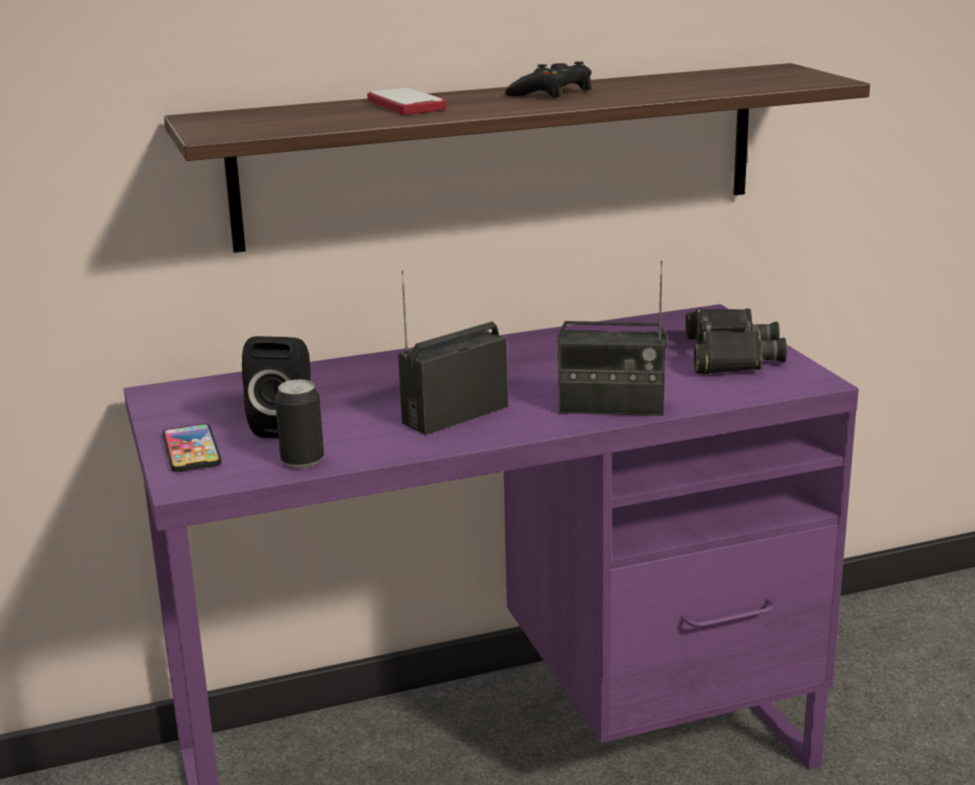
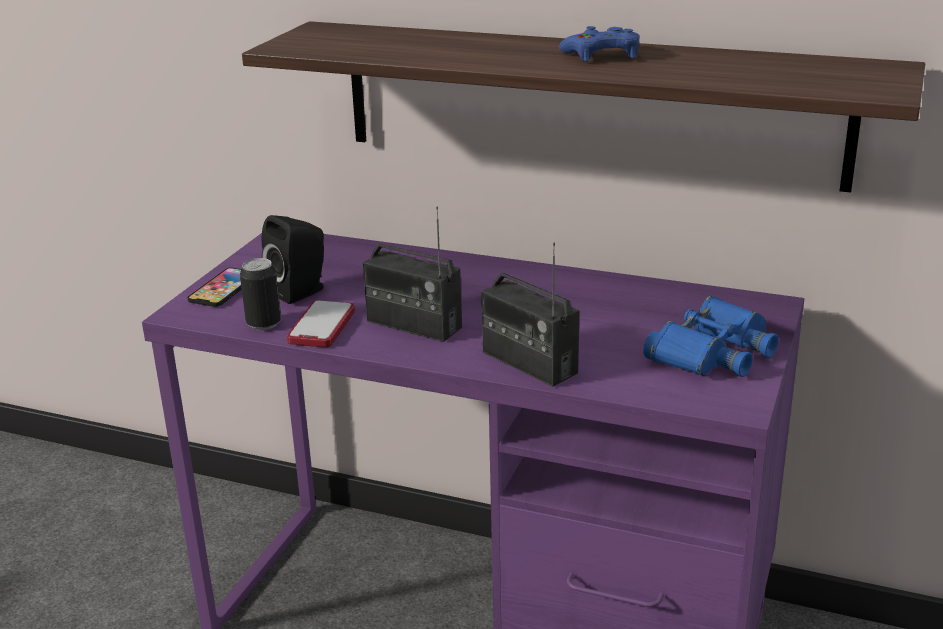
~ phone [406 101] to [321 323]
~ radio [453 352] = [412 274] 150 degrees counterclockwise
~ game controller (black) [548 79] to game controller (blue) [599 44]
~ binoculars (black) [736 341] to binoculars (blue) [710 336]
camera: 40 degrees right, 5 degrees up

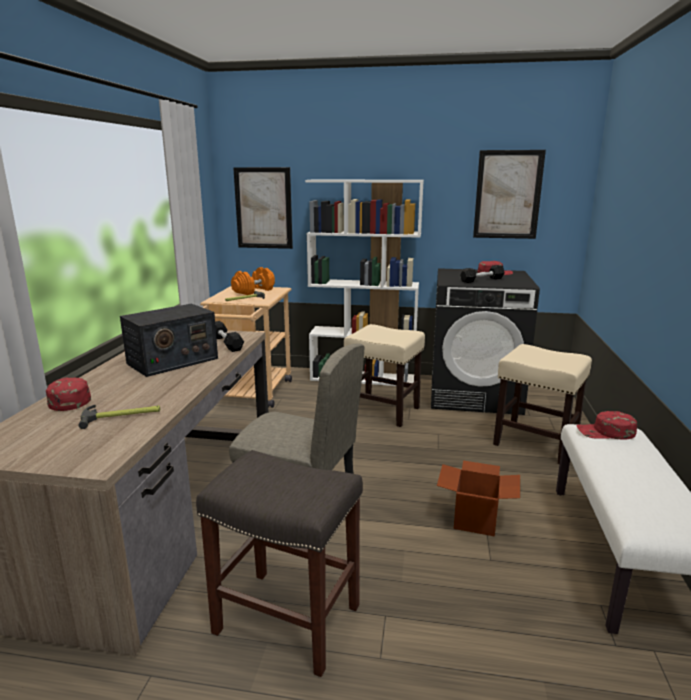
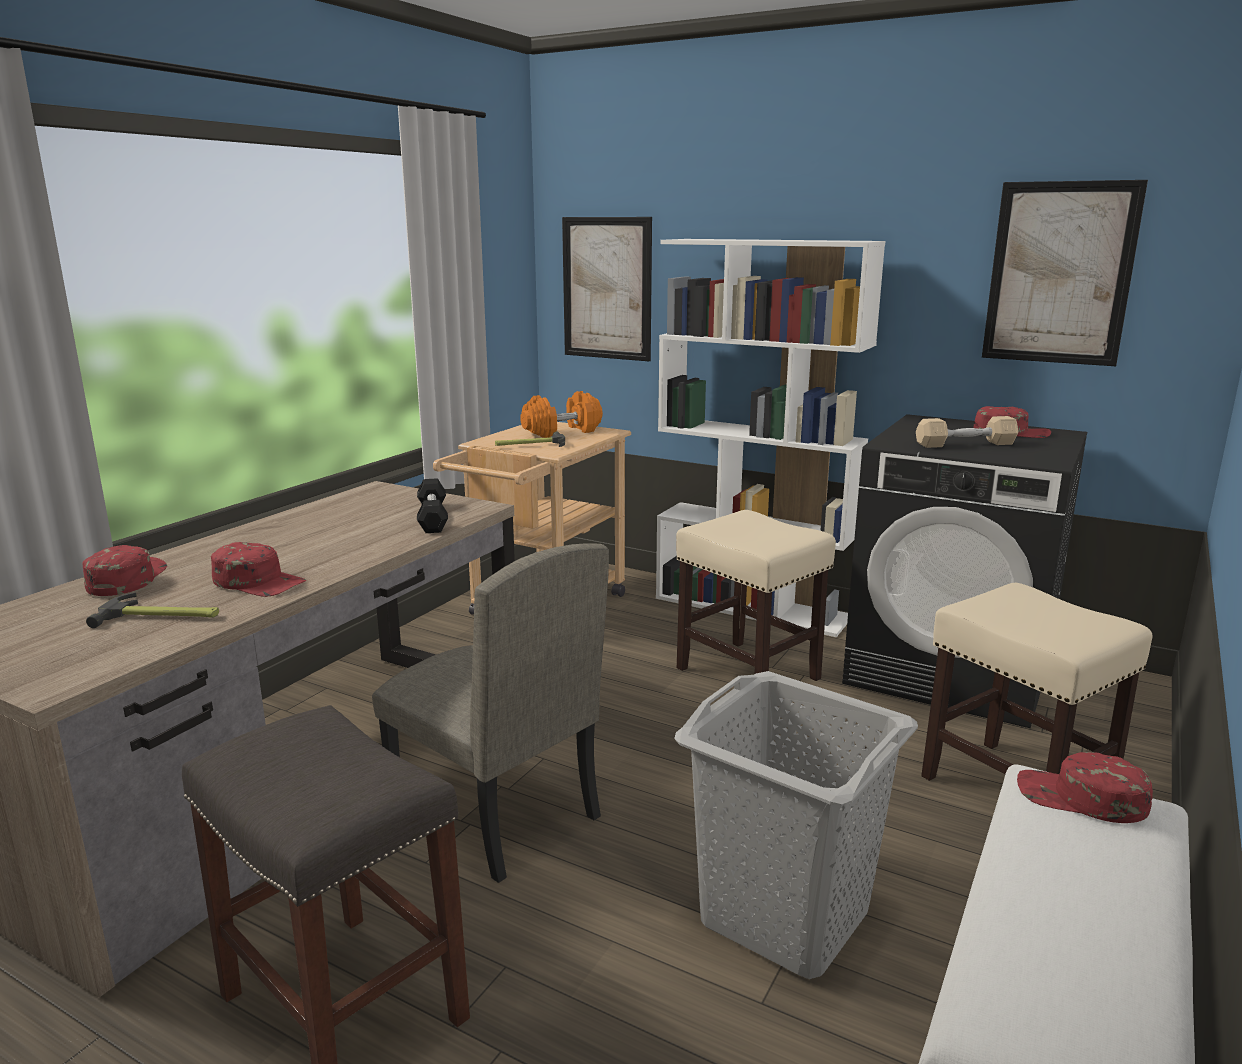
- radio [169 340]
~ cardboard box [478 499] to laundry basket (grey) [796 825]
~ dumbbell (black) [482 274] to dumbbell (beige) [967 432]
+ cap (red) [258 569]
camera: 20 degrees right, 0 degrees up

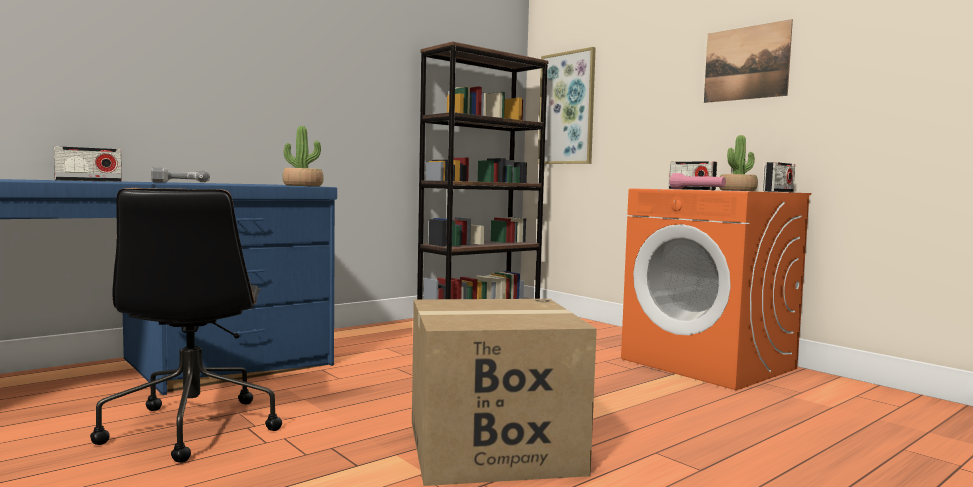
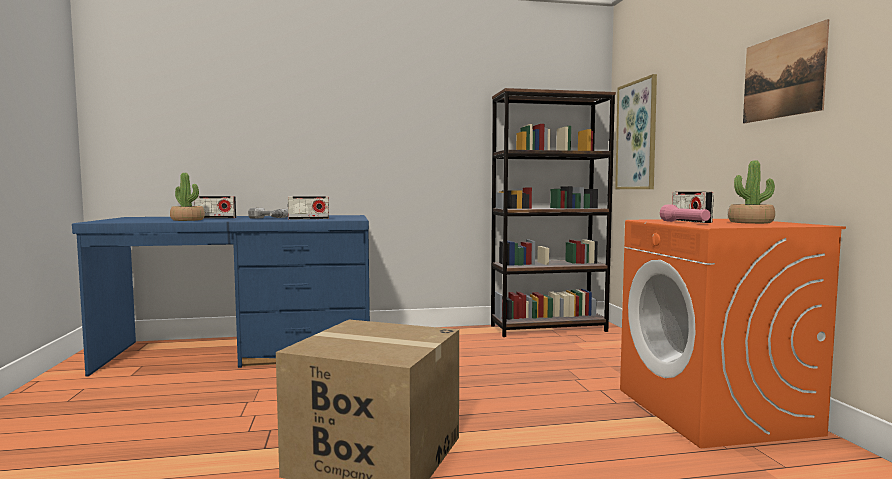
- office chair (black) [186 325]
~ potted plant [303 156] to [187 197]
~ radio [779 177] to [308 208]
camera: 30 degrees right, 0 degrees up

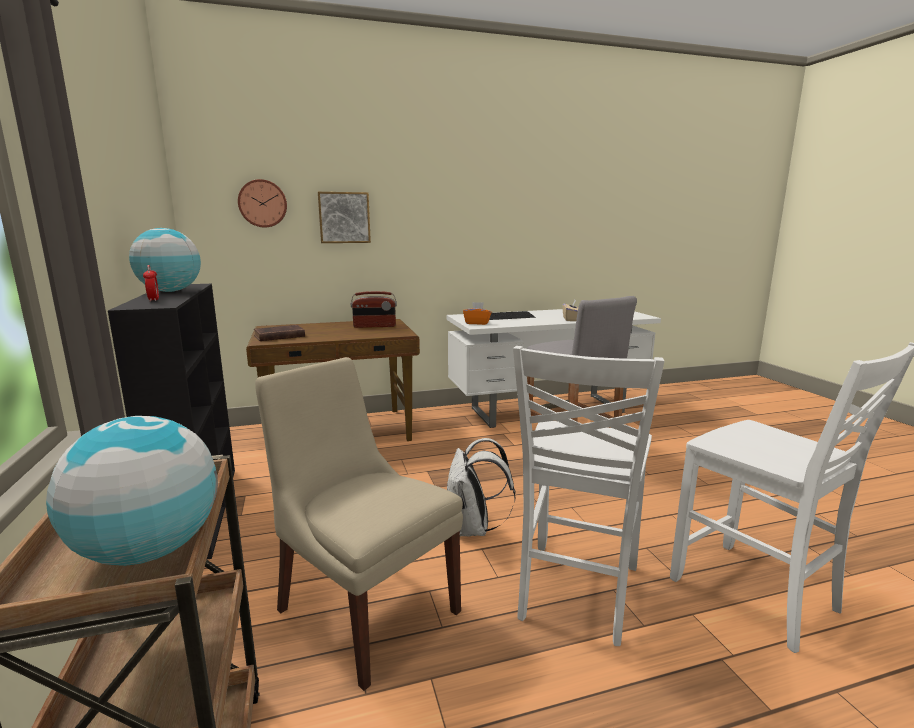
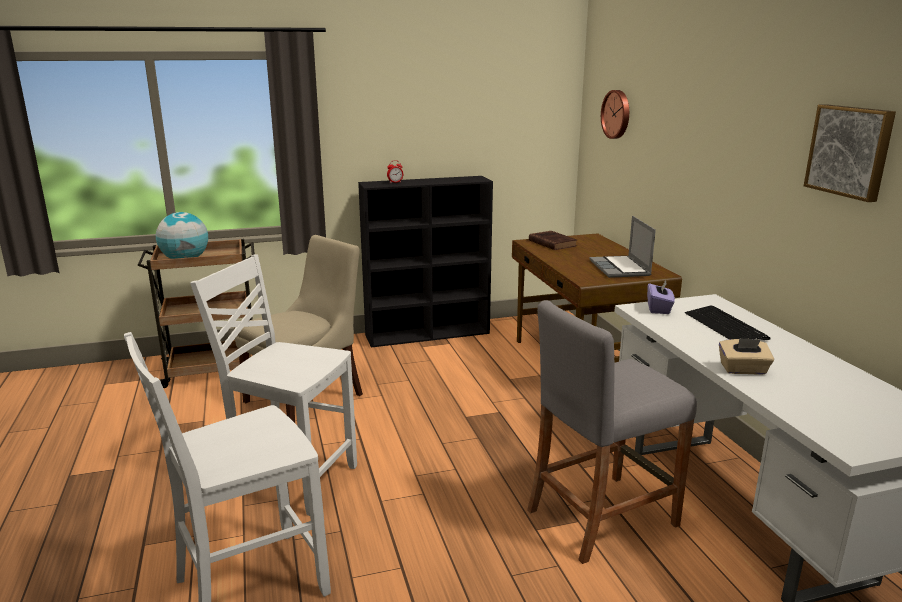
- globe [165 260]
~ picture [344 217] to [850 153]
~ radio [374 309] to laptop [622 247]
- backpack (white) [481 487]
~ tissue box (orange) [477 313] to tissue box (purple) [661 297]
camera: 90 degrees right, 5 degrees up

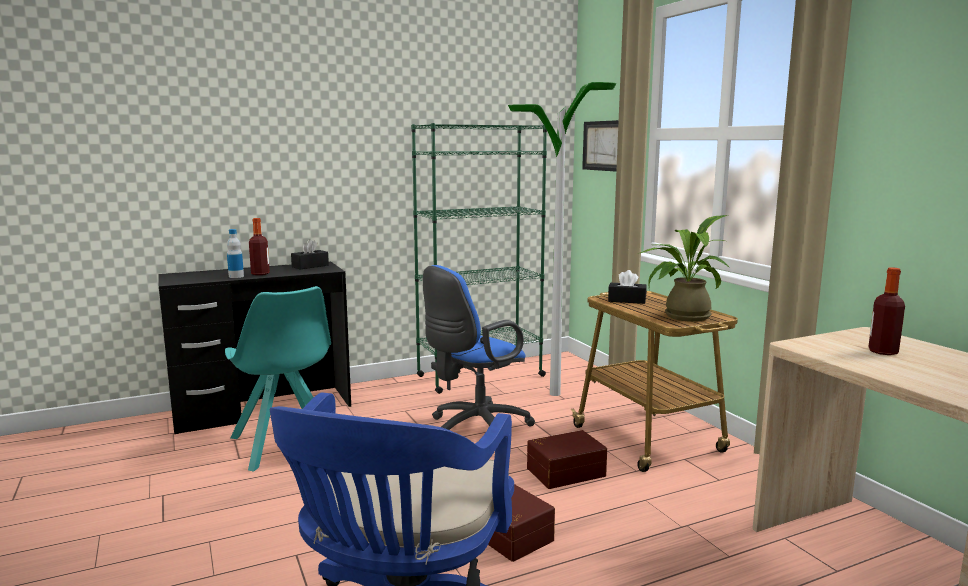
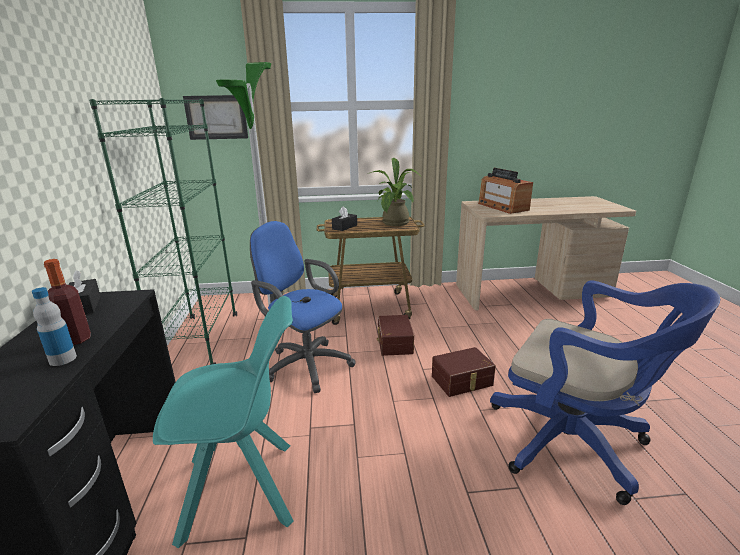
~ office chair (blue) [479 347] = [302 307] 150 degrees clockwise
~ bottle [886 311] to radio [505 191]
camera: 70 degrees left, 10 degrees up

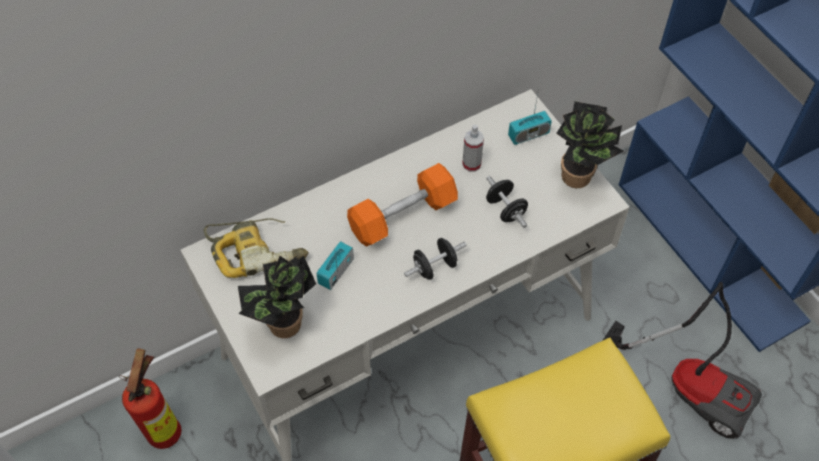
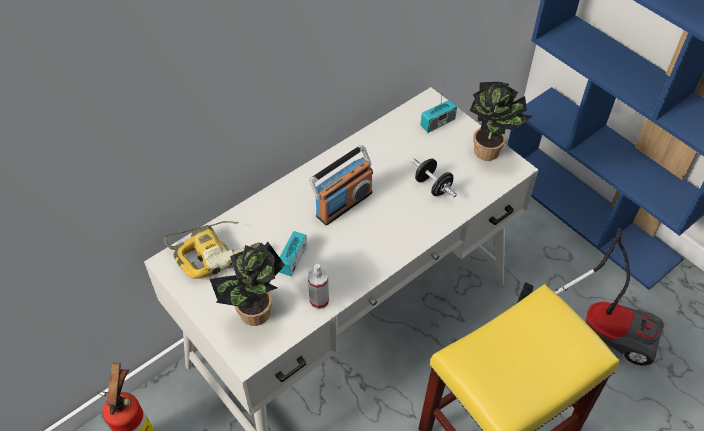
~ dumbbell (orange) [402 205] to radio [341 185]
- dumbbell (black) [435 259]
~ spray bottle [473 148] to [318 286]
camera: 10 degrees left, 5 degrees down

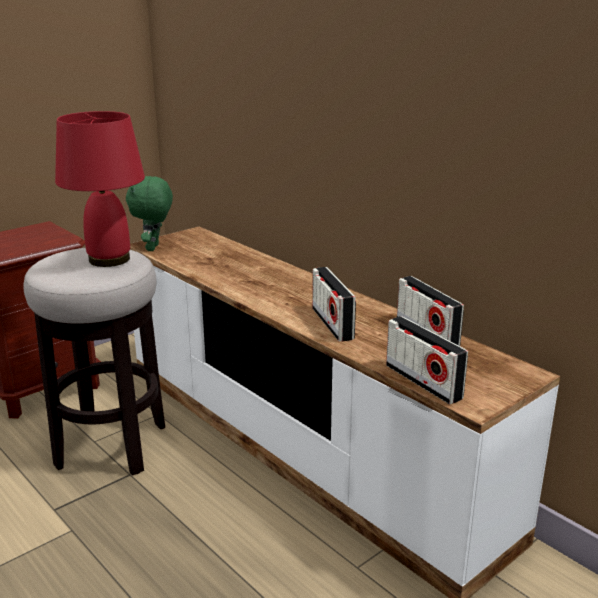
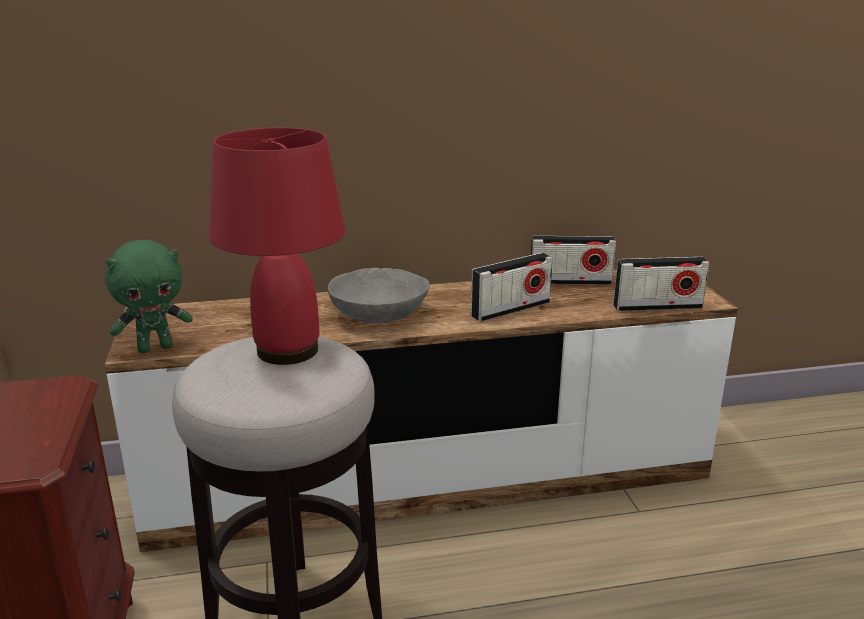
~ plush toy (green) [149 213] = [149 296] 60 degrees counterclockwise
~ radio [334 304] = [512 287] 45 degrees counterclockwise
+ bowl (grey) [379 295]
camera: 60 degrees left, 0 degrees up

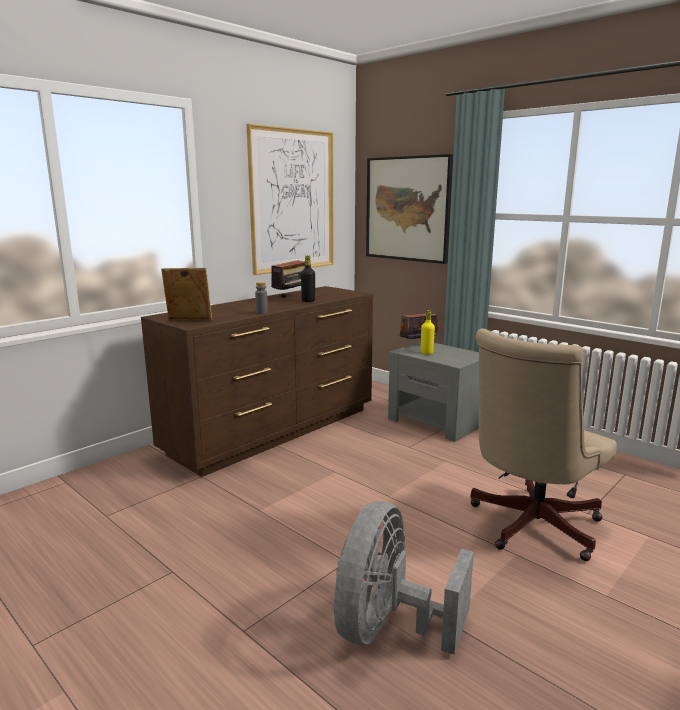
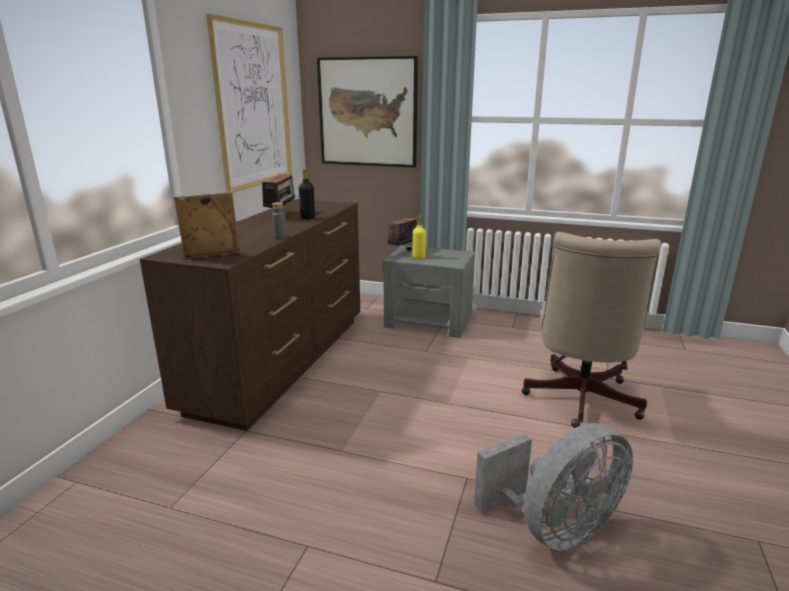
~ fan (grey) [404 578] = [553 487] 120 degrees counterclockwise
camera: 25 degrees left, 5 degrees up

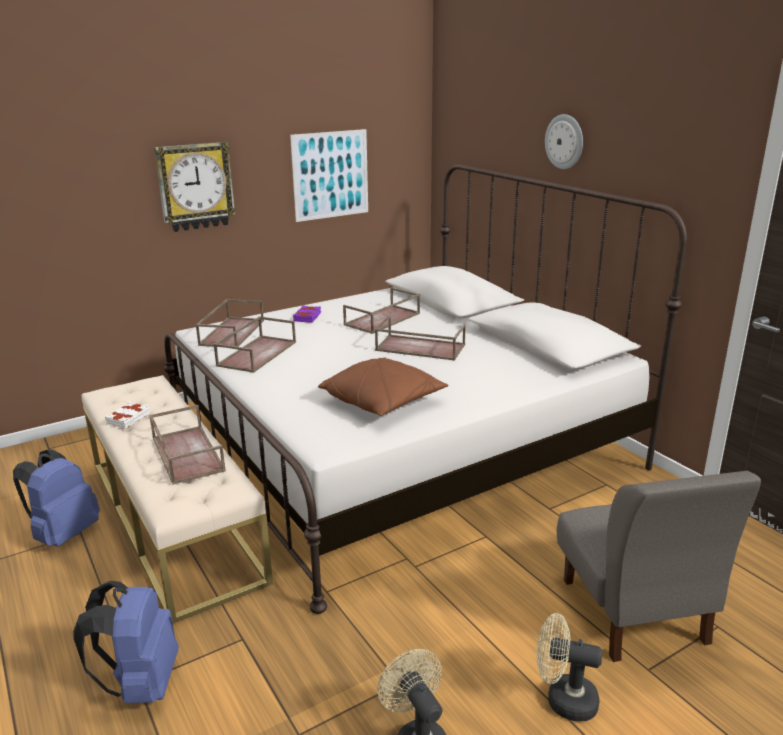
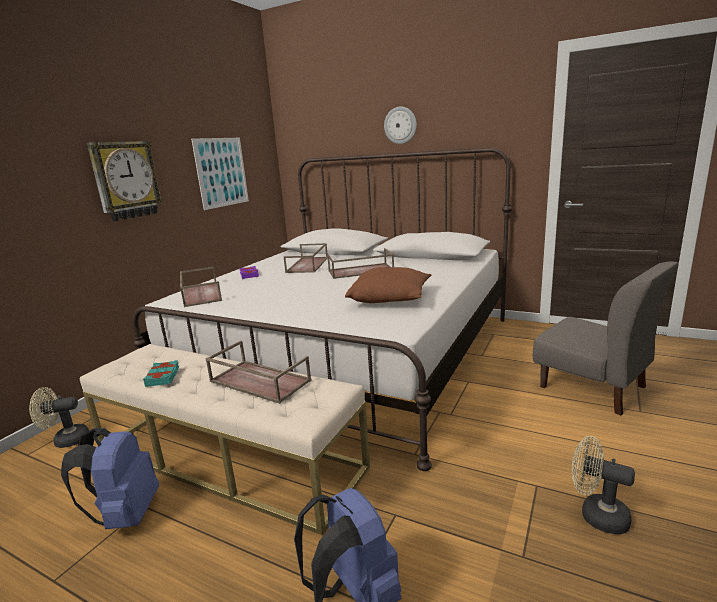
~ book (white) [127 415] to book (turquoise) [161 373]
- tray (brown) [254 344]
~ fan (beige) [569 667] to [59 417]
camera: 30 degrees left, 5 degrees down

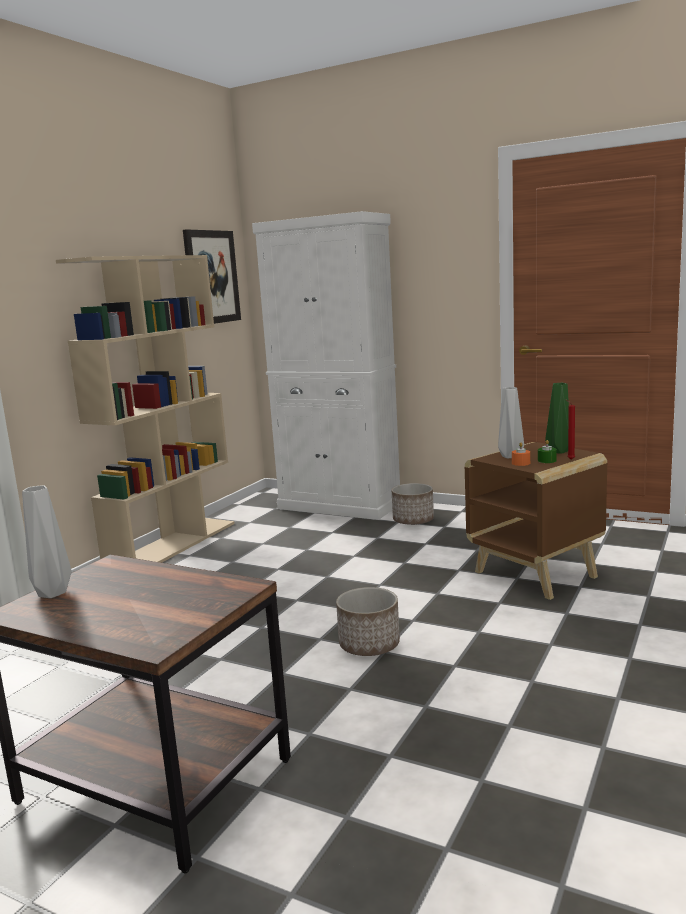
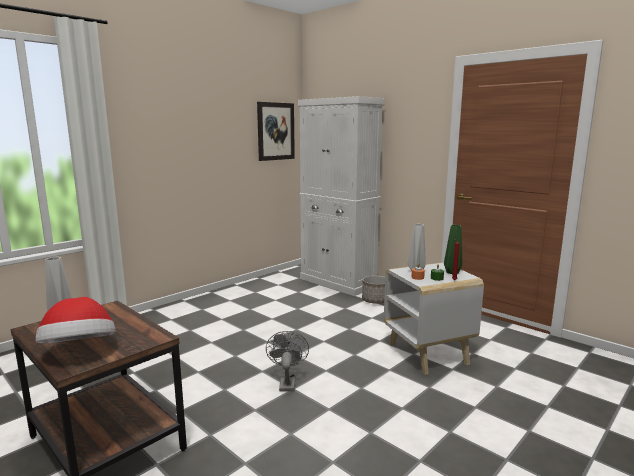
- bookcase (beige) [145 409]
~ planter [368 621] to fan (grey) [287 361]
~ side table (brown) [536 521] to side table (white) [434 318]
+ hat [76 320]
camera: 15 degrees right, 0 degrees up

